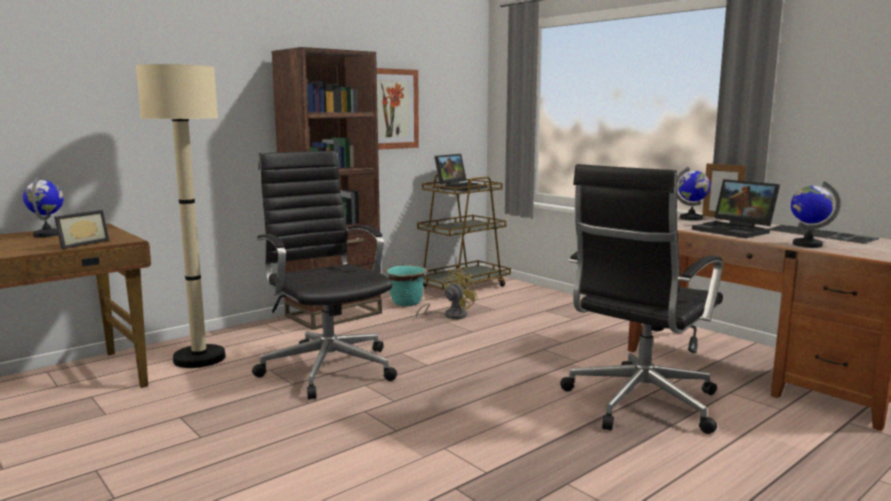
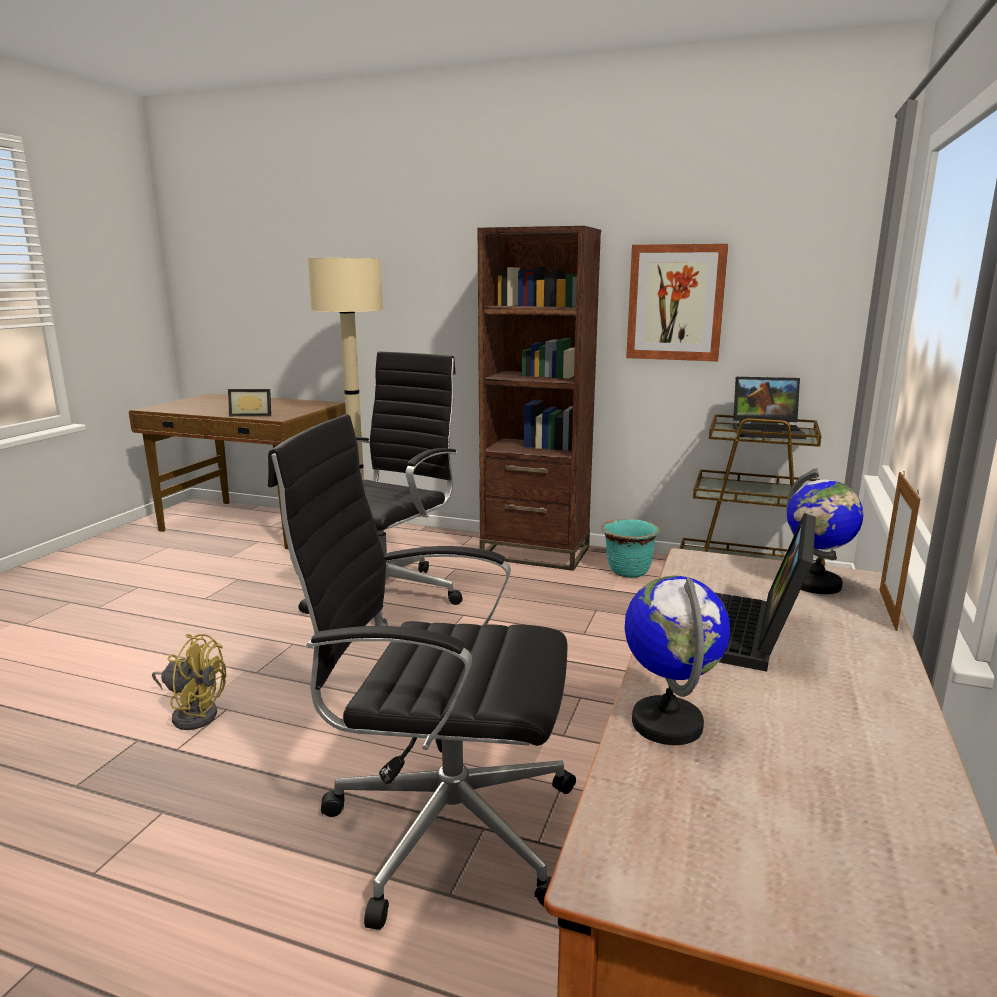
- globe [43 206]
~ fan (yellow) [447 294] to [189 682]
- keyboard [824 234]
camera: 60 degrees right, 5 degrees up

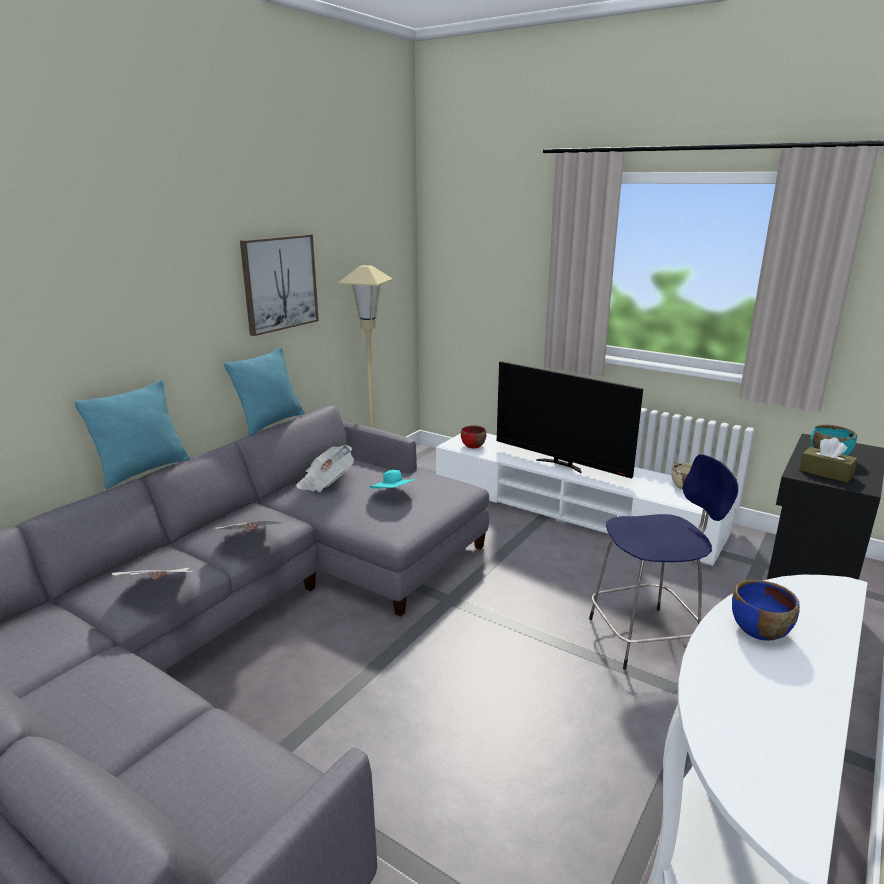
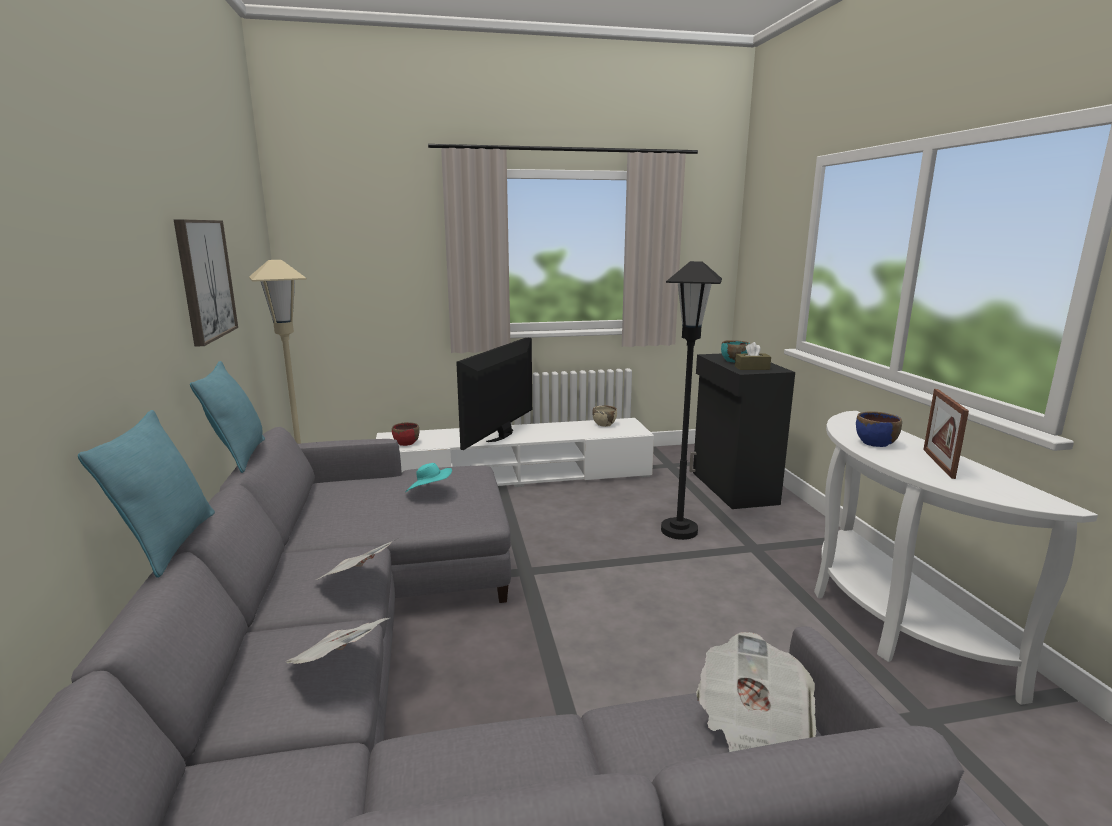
~ newspaper [325 468] to [756 692]
~ television [570 420] = [494 394] 120 degrees clockwise
~ stool (blue) [663 562] to floor lamp (black) [691 400]
+ picture frame [946 434]
camera: 45 degrees left, 5 degrees down

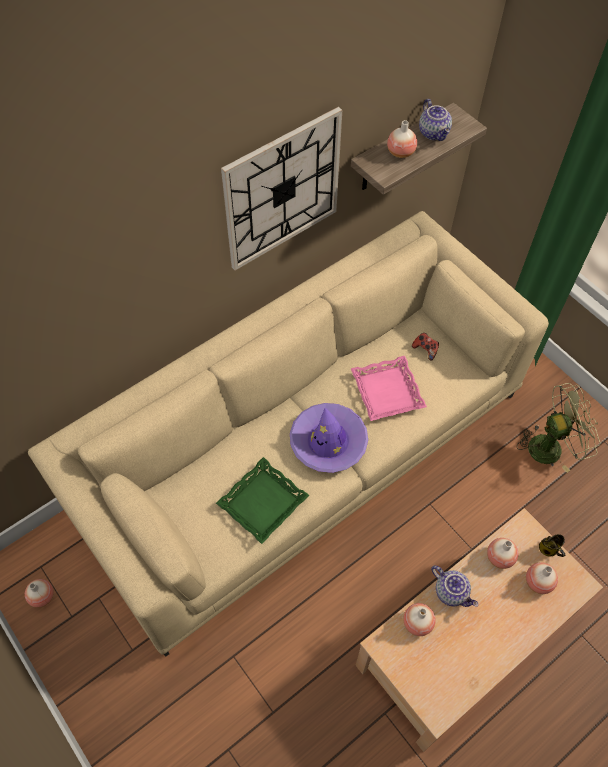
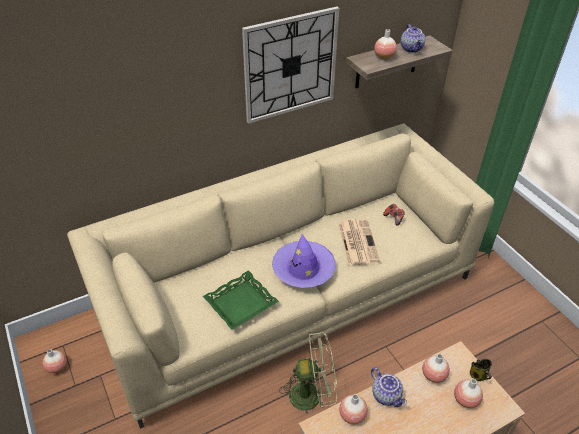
~ tray (pink) [389 388] to newspaper [359 242]
~ fan (green) [559 428] to [308 372]
camera: 10 degrees right, 15 degrees down

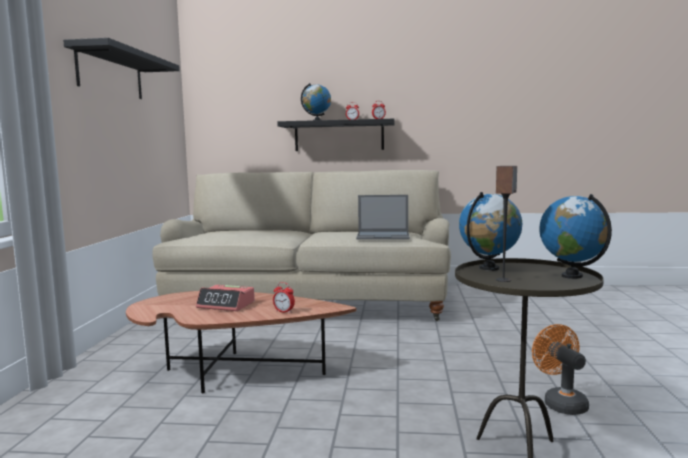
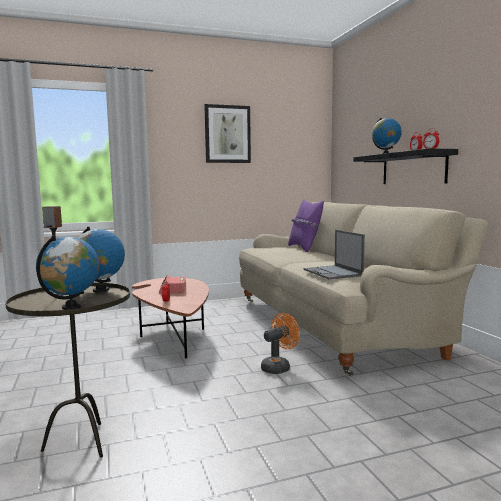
~ shelf (black) [121 68] to picture [227 133]
~ fan (orange) [560 369] to [280 343]
+ pillow (purple) [306 226]
camera: 65 degrees right, 0 degrees up

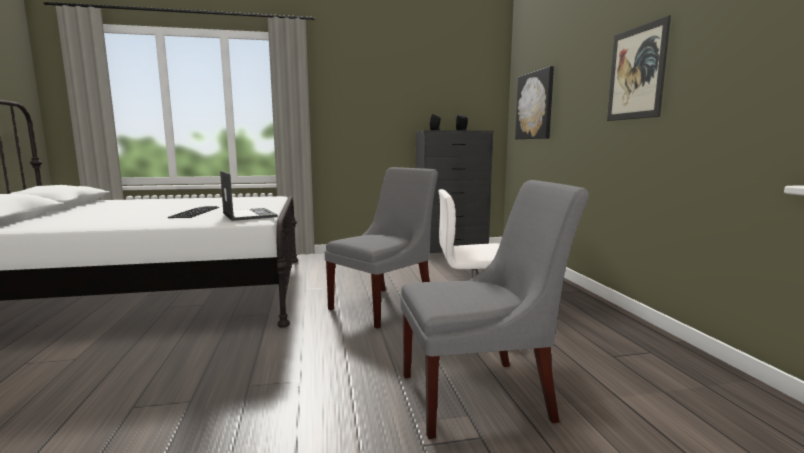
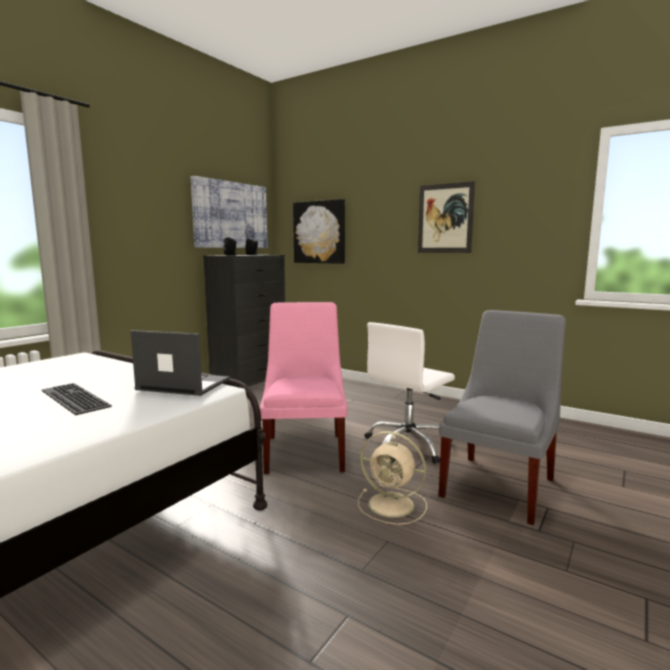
~ chair (grey) [381 248] to chair (pink) [303 388]
+ picture [229 212]
+ fan (beige) [392 478]
camera: 45 degrees left, 0 degrees up

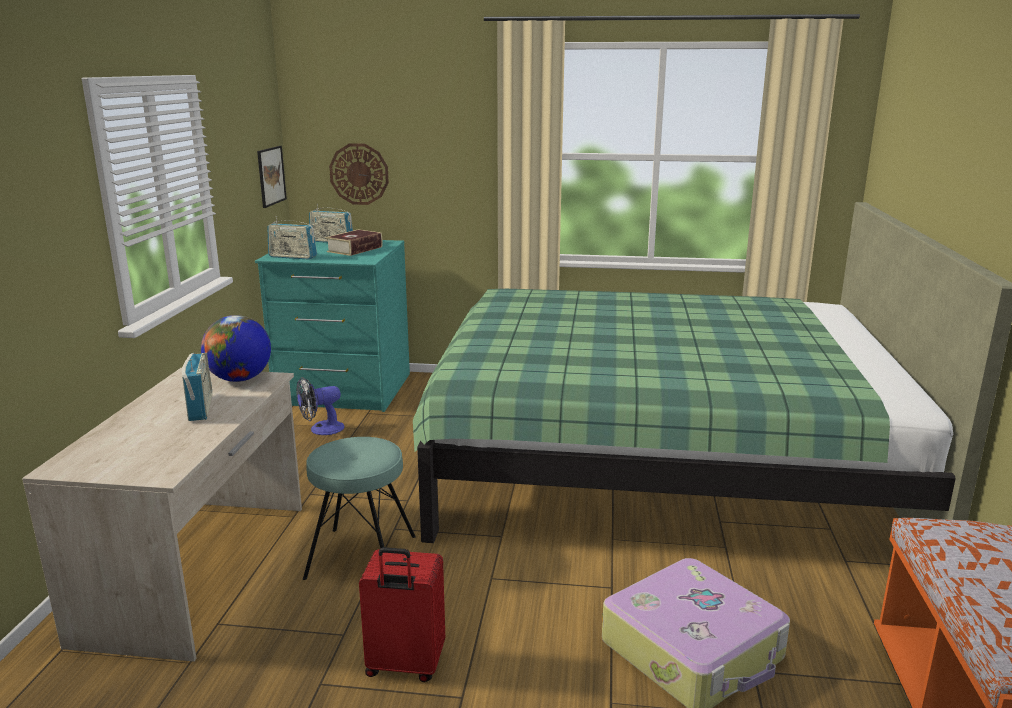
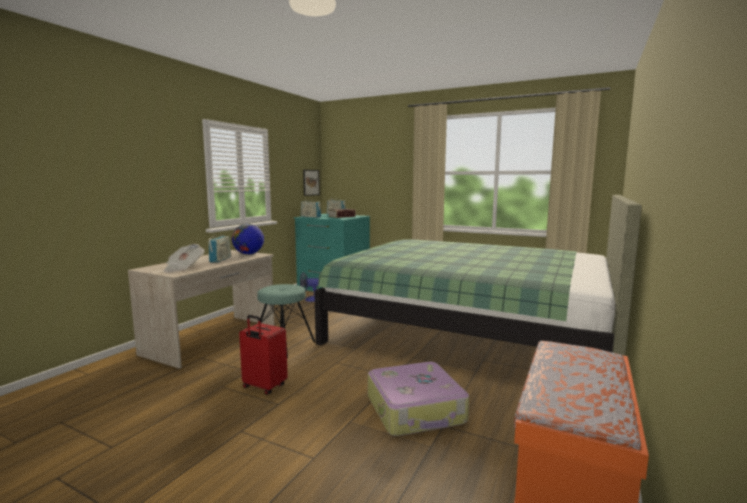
- wall clock [359 174]
+ newspaper [184 258]
camera: 20 degrees right, 10 degrees down

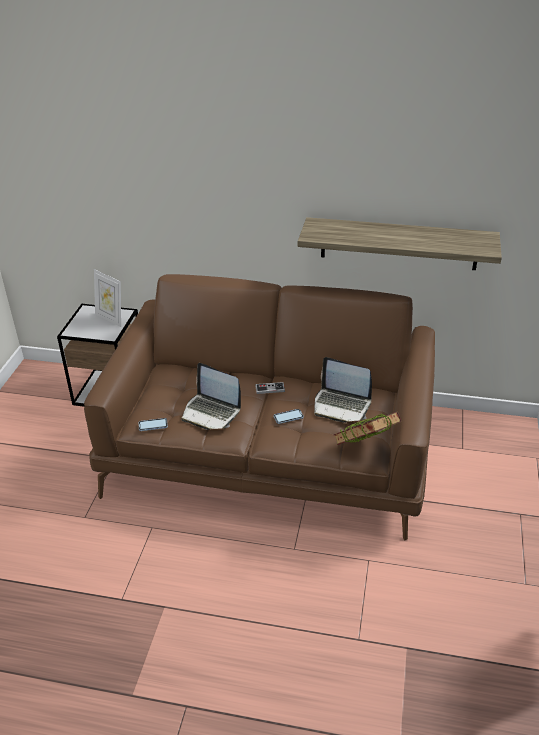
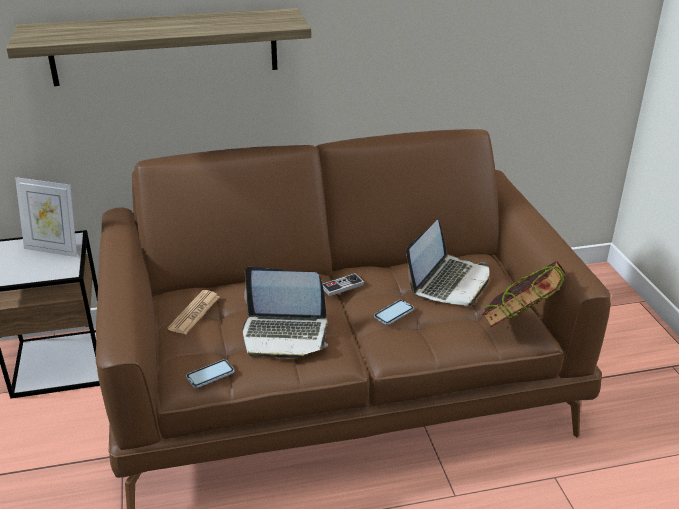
~ shelf [400 243] to [158 47]
~ laptop [343 390] = [447 263] 60 degrees counterclockwise
+ newspaper [193 312]
camera: 25 degrees left, 5 degrees down

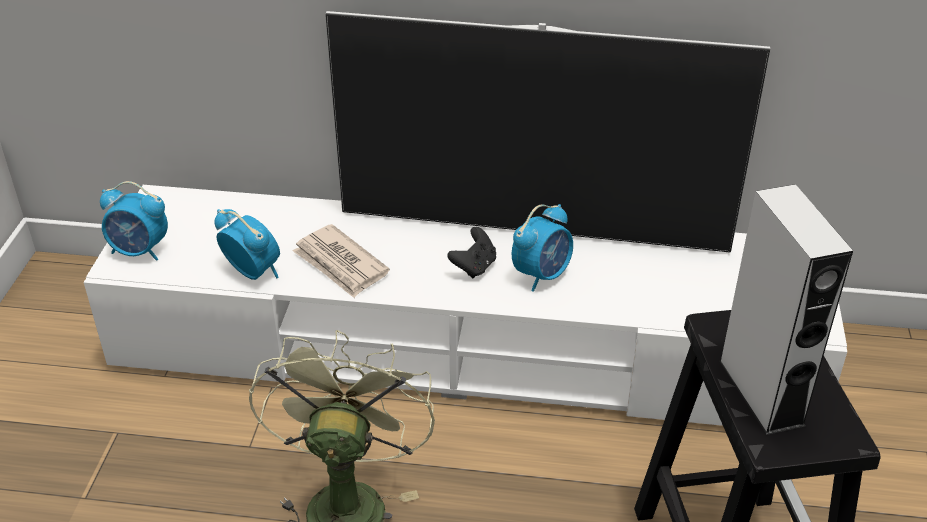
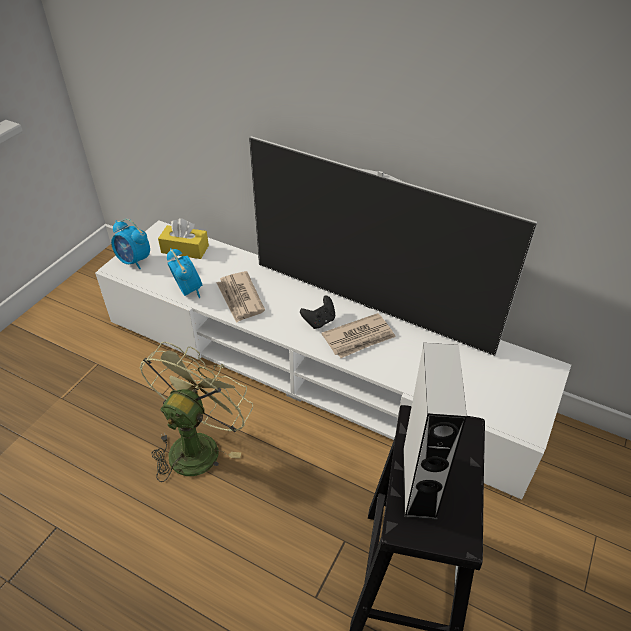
~ alarm clock [542 248] to newspaper [359 335]
+ tissue box (yellow) [183 238]
camera: 20 degrees right, 5 degrees up

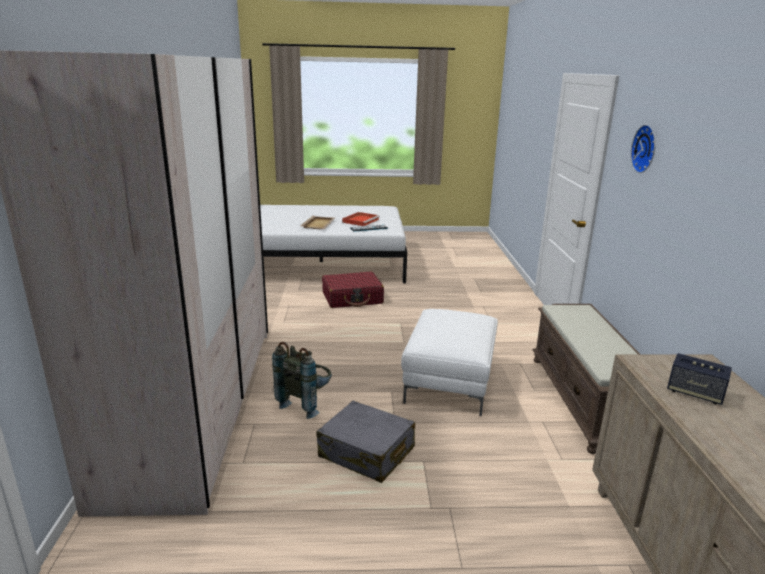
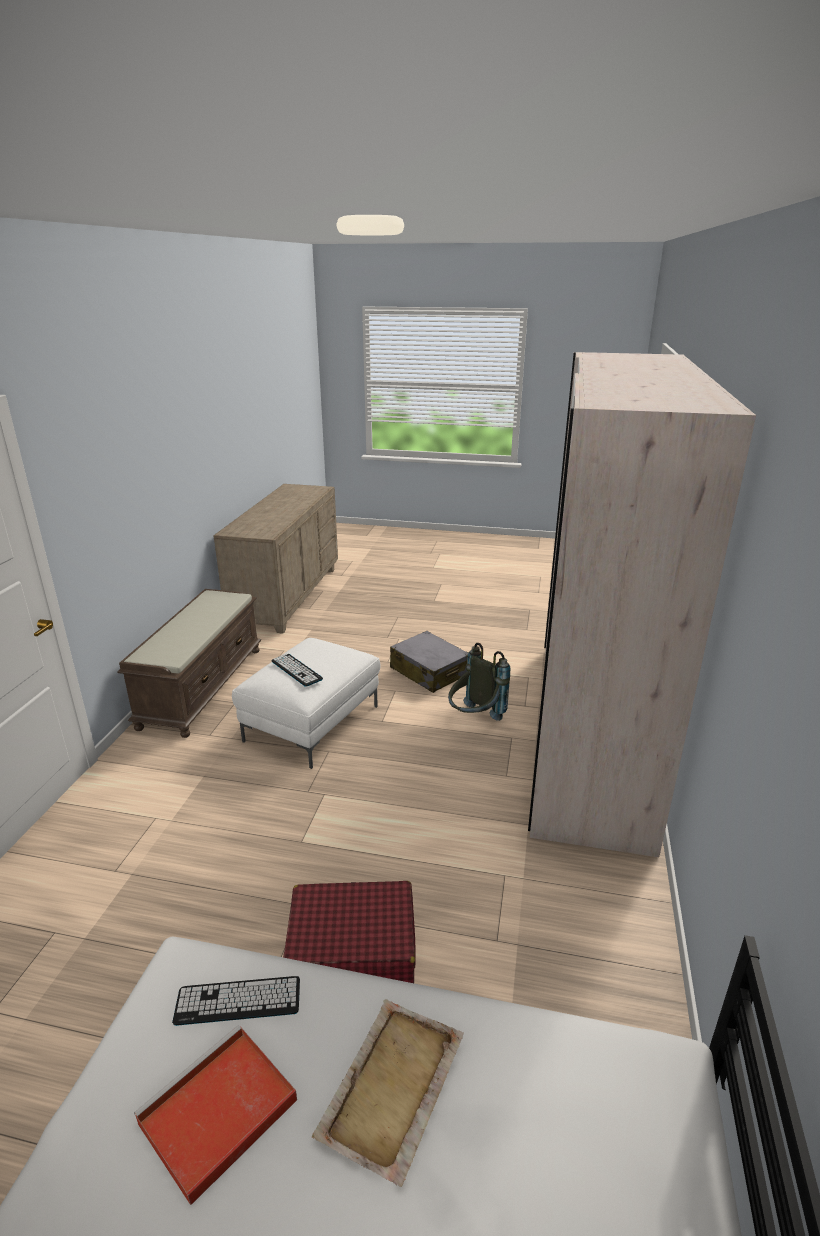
- wall clock [643 149]
- speaker [699 379]
+ keyboard [297 670]
camera: 165 degrees left, 5 degrees up

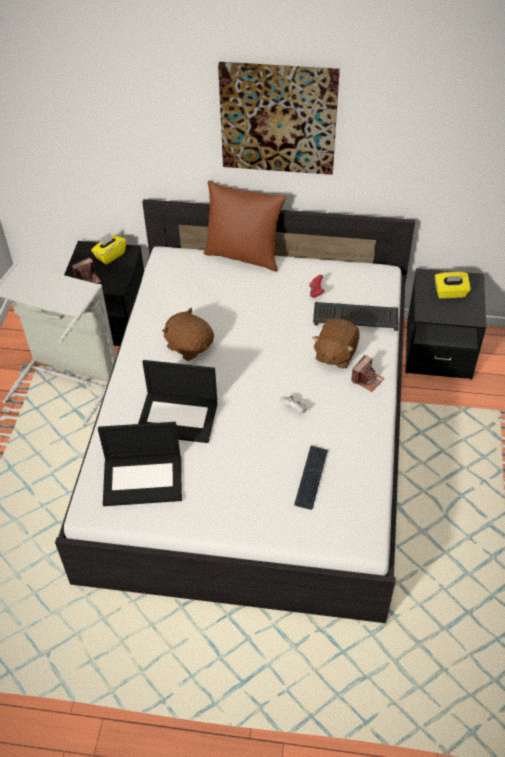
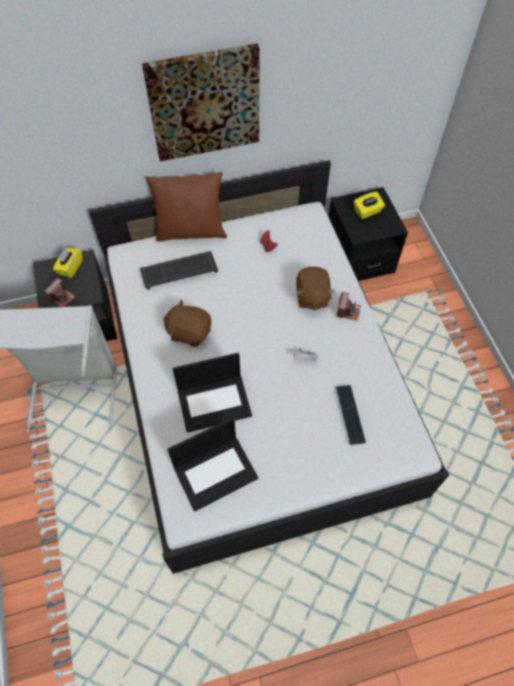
~ keyboard [356 316] to [179 270]
camera: 25 degrees left, 10 degrees up

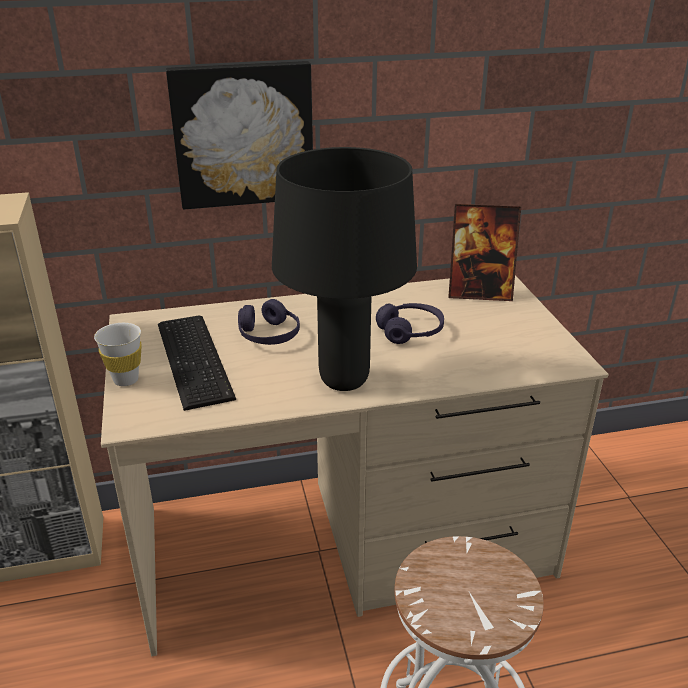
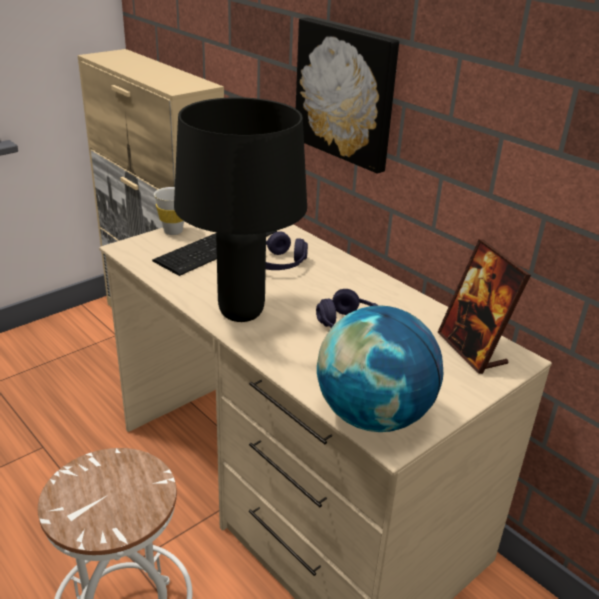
+ globe [380 369]
camera: 60 degrees right, 0 degrees up

